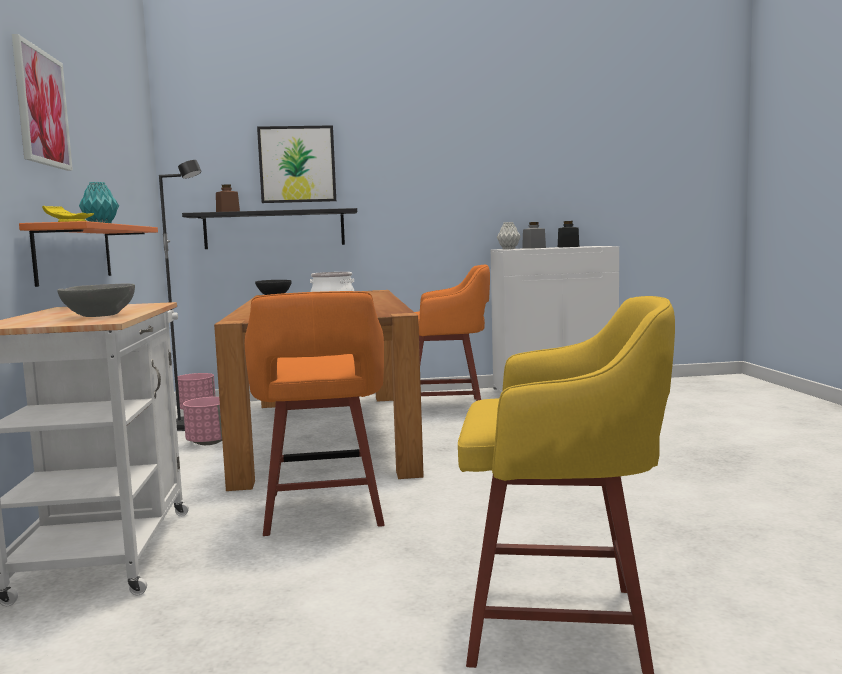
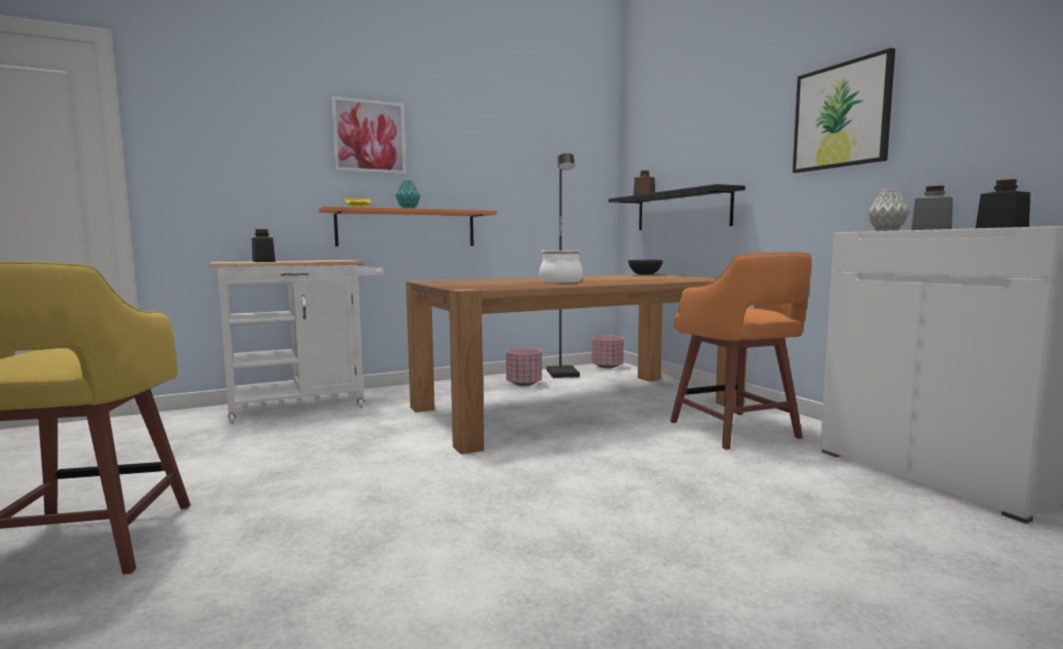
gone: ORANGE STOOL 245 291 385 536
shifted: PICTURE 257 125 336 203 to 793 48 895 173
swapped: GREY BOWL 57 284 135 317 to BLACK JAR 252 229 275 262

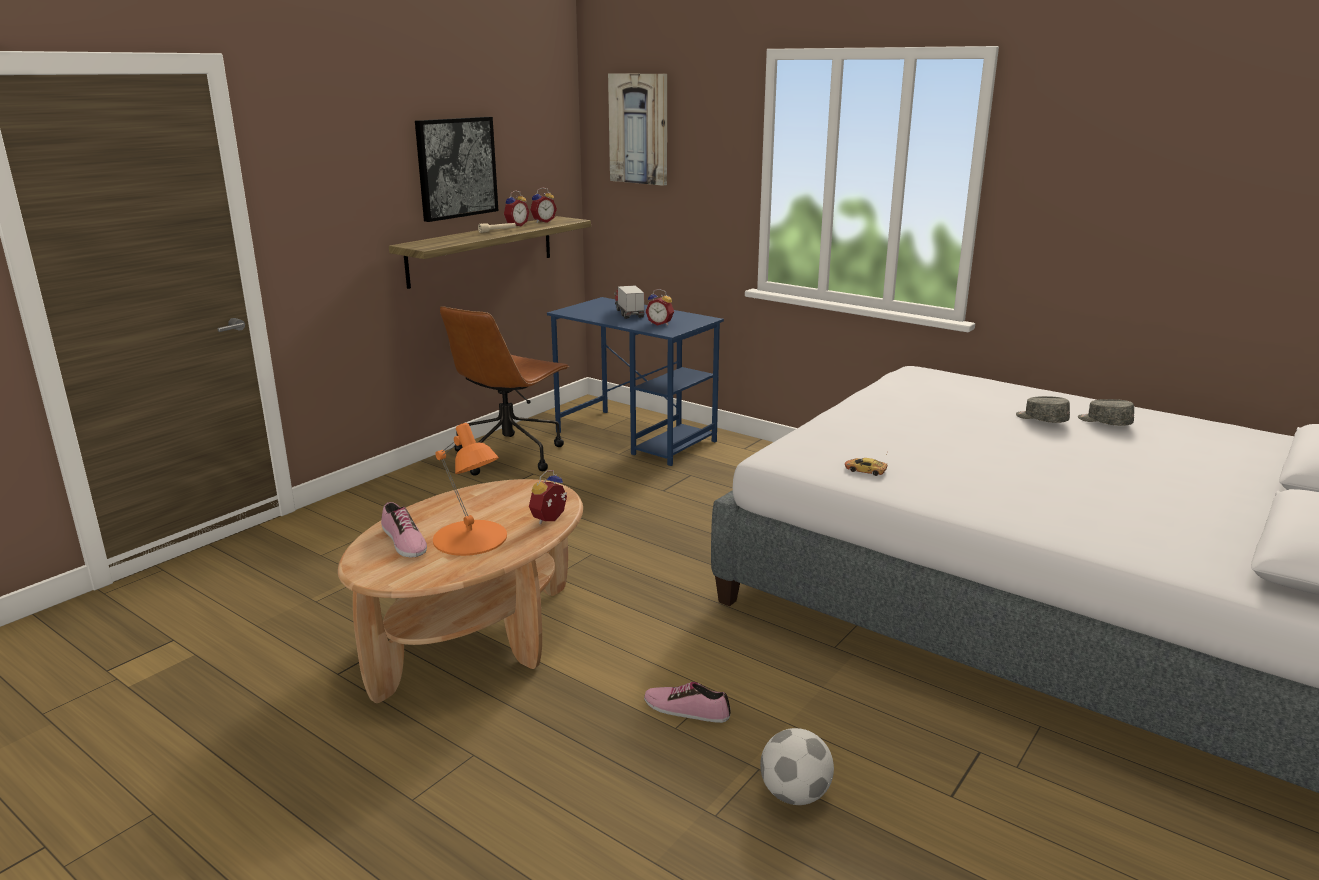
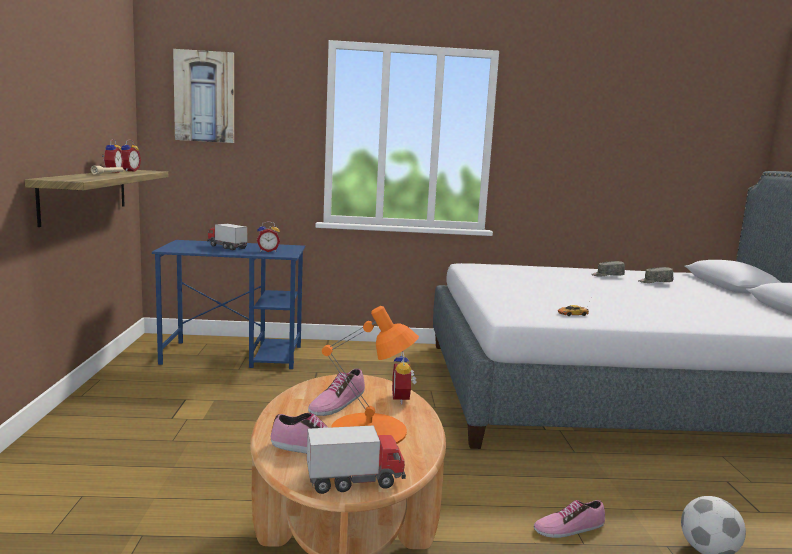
gone: PICTURE 415 117 498 222; BROWN OFFICE CHAIR 440 306 570 476
new: TOY TRUCK 307 425 406 494; SHOE 308 368 365 416
shifted: GREY CAP 1016 396 1070 423 to 638 267 673 283

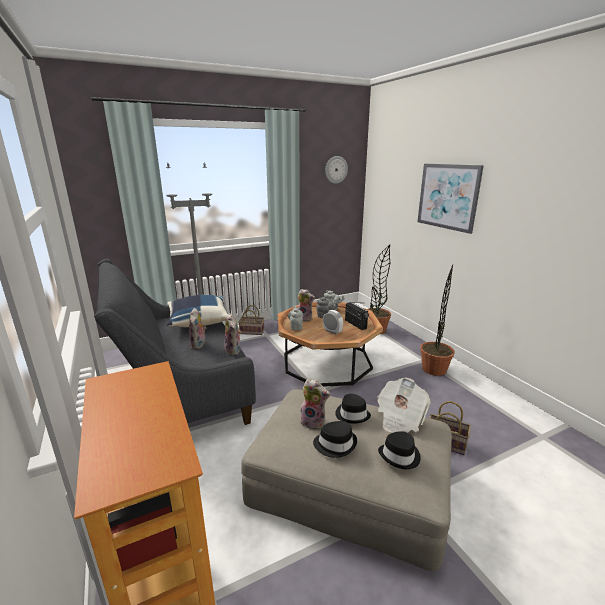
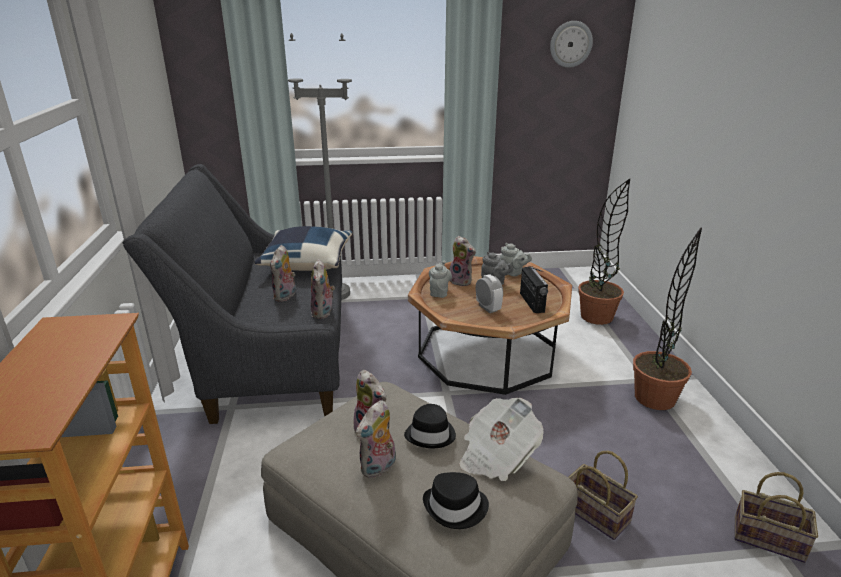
gone: PICTURE 418 164 484 234
shifted: BASKET 239 305 264 335 to 734 472 818 563
swapped: BLACK HAT 313 421 357 458 to PLUSH TOY 356 400 396 478

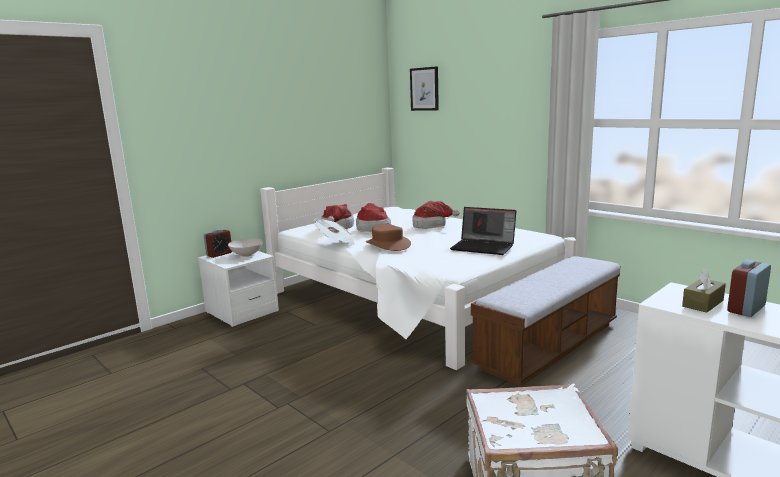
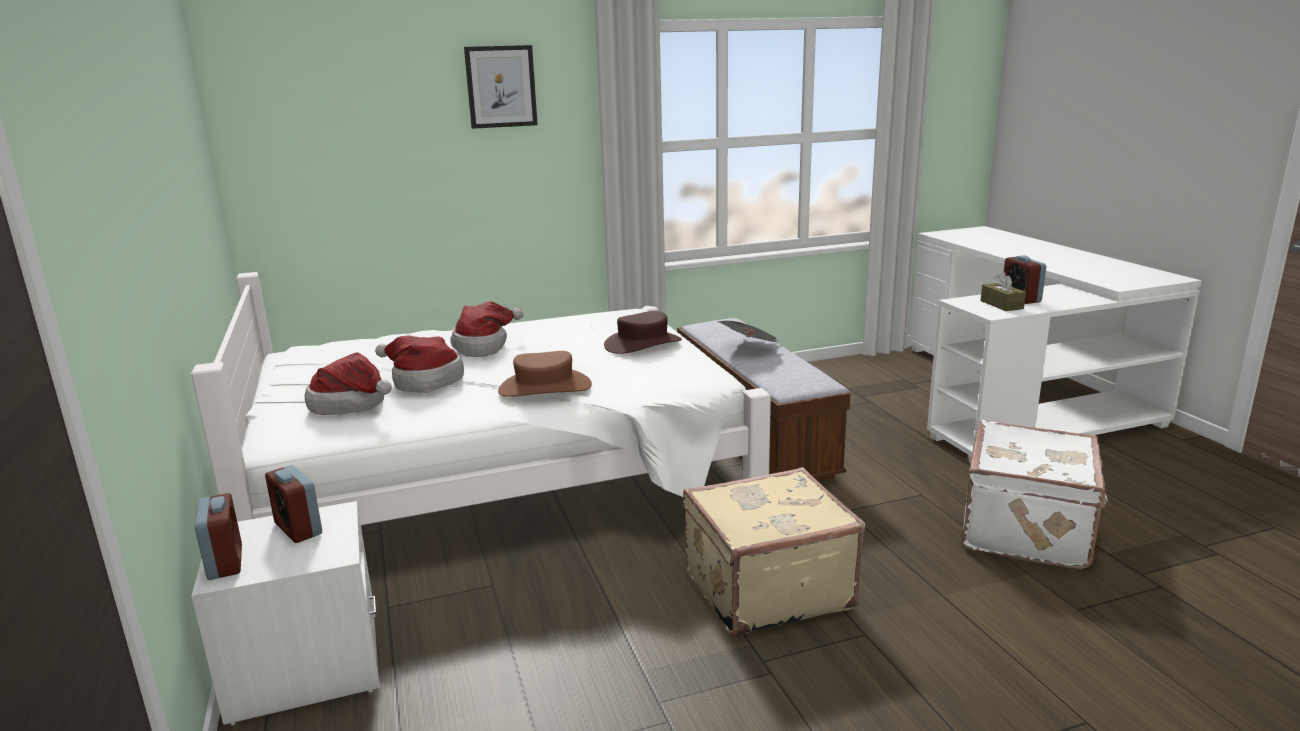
new: BEIGE SUITCASE 683 467 865 637
shifted: NEWSPAPER 314 219 355 245 to 717 321 779 342; PICTURE 410 66 439 111 to 464 45 538 129
swapped: WHITE BOWL 228 238 263 257 to ALARM CLOCK 265 465 322 543; LAPTOP 450 207 516 255 to BROWN HAT 604 311 682 354

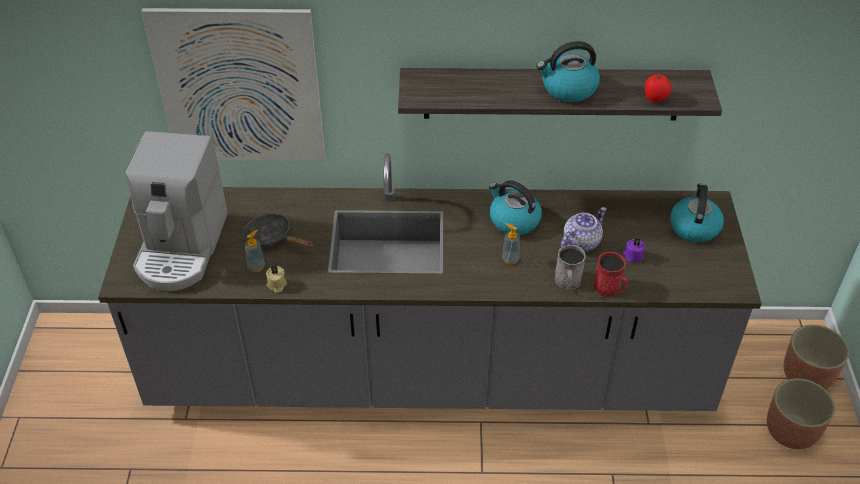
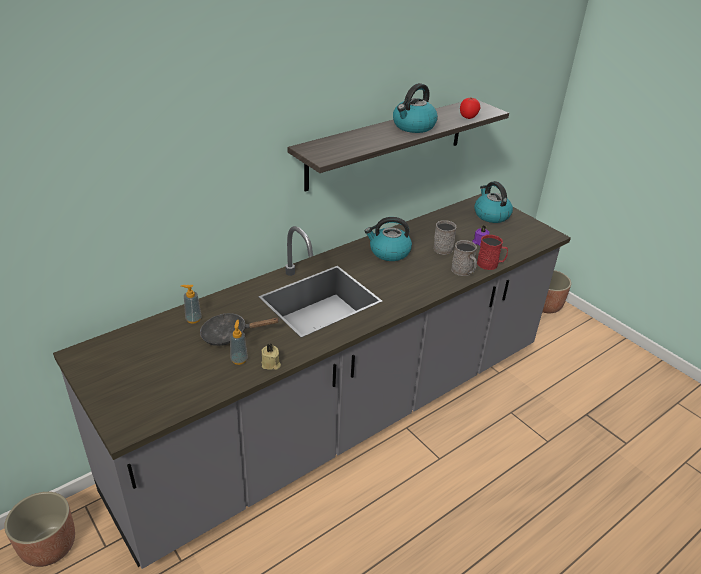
gone: COFFEE MACHINE 125 131 228 291; PICTURE 141 8 325 161
shifted: SOAP DISPENSER 502 223 520 265 to 181 285 202 324; PLANTER 767 378 835 449 to 4 492 75 567
swapped: TEAPOT 561 207 607 252 to GREY MUG 433 220 457 255

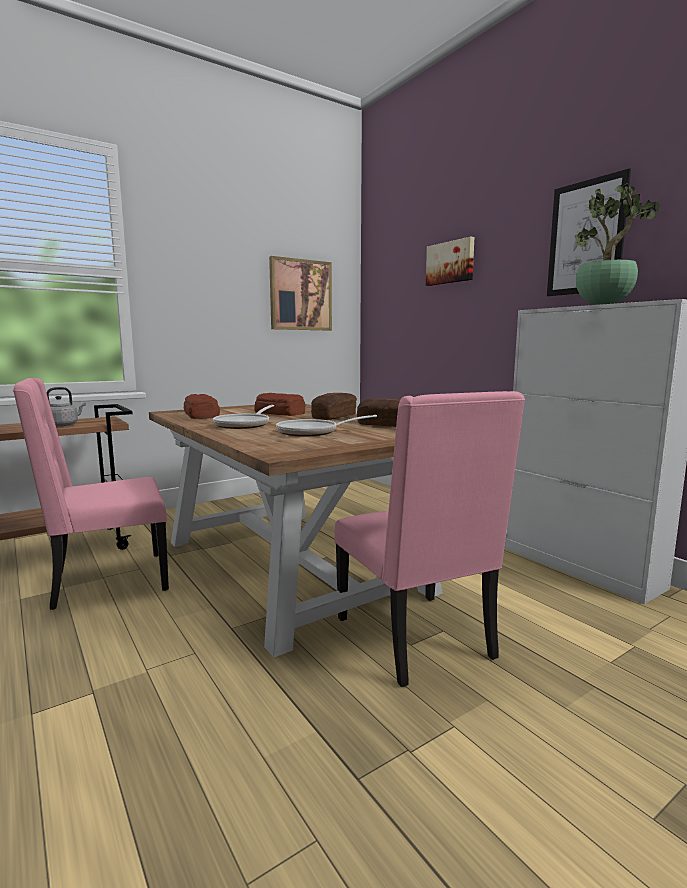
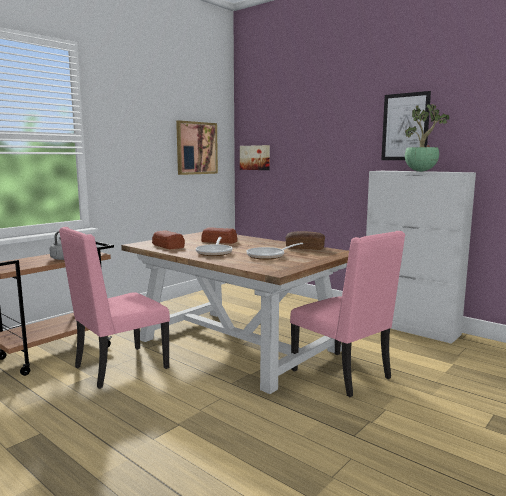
gone: BREAD 311 393 357 420
shifted: PICTURE 426 236 474 286 to 240 145 270 170

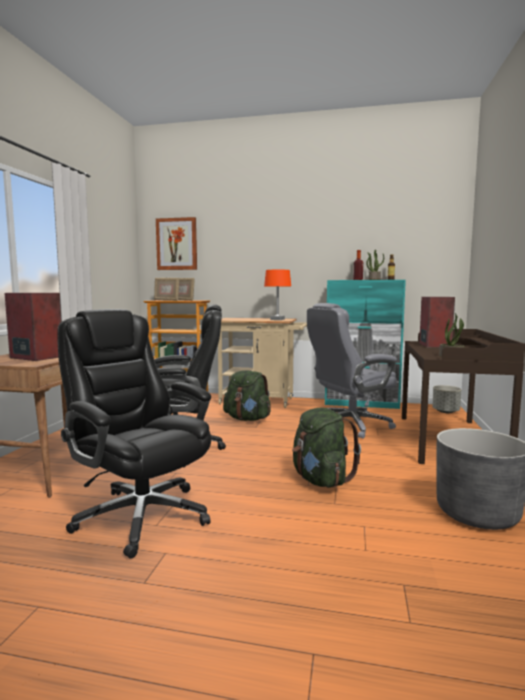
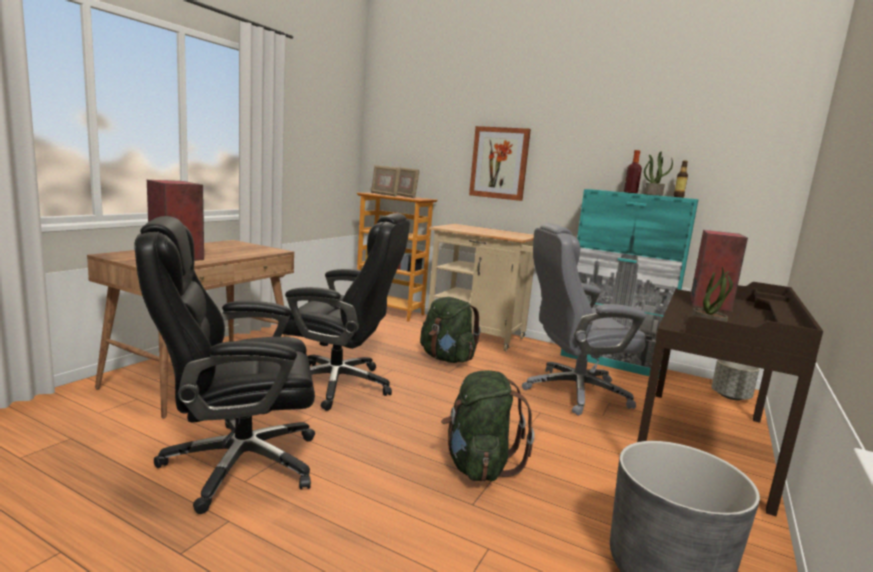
gone: ORANGE TABLE LAMP 264 270 291 320
shifted: PICTURE 156 217 197 270 to 469 126 531 201
rotated: BLACK OFFICE CHAIR 57 309 211 559 = 134 216 315 514 75 degrees counterclockwise

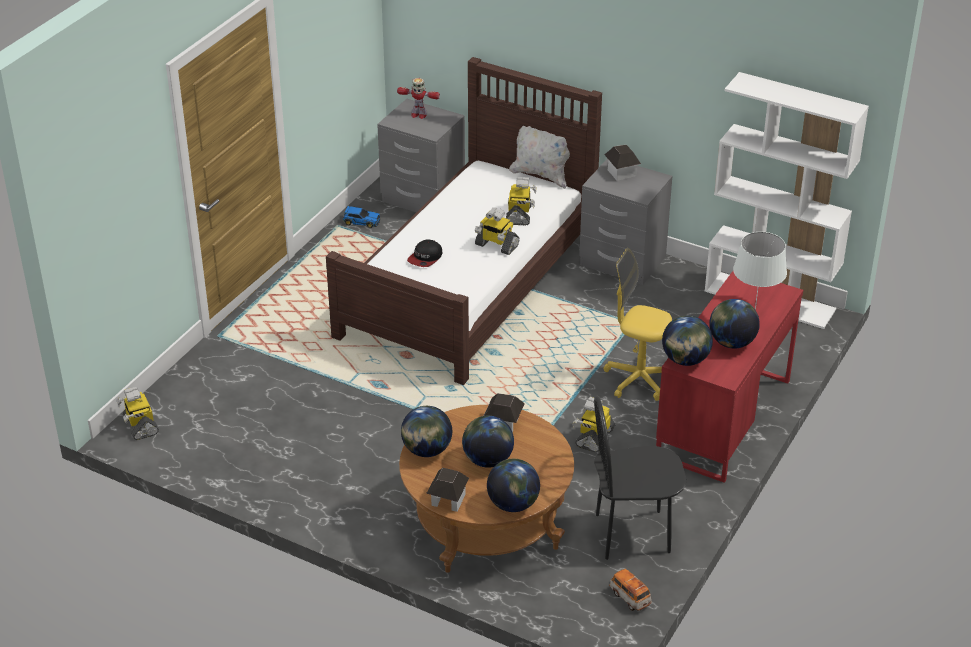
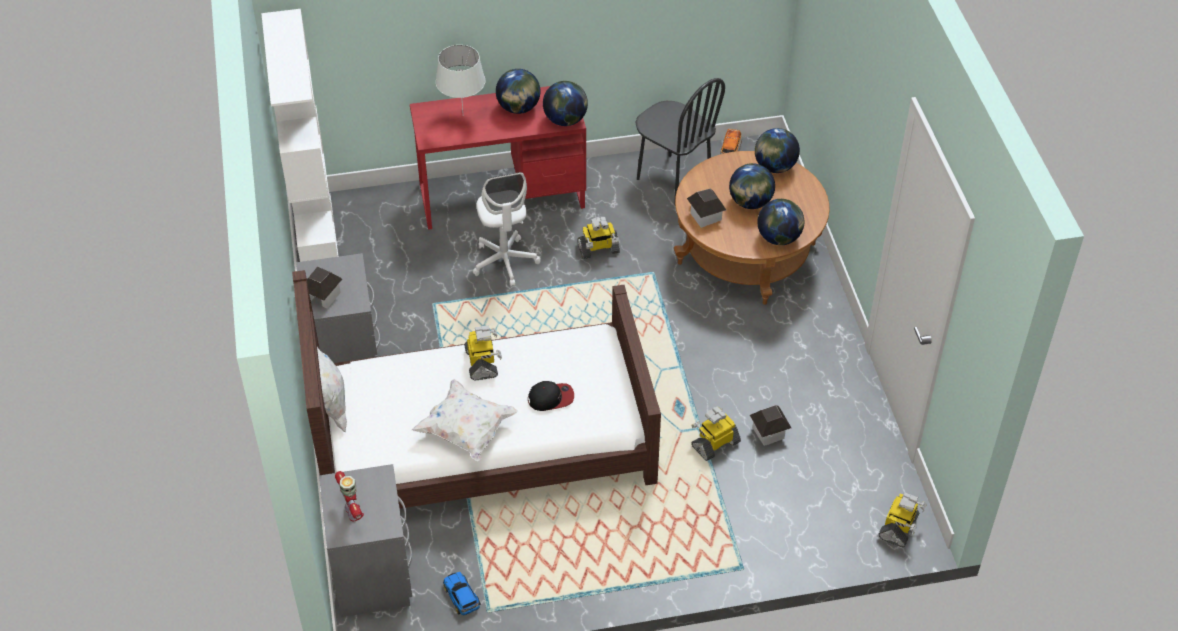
new: WHITE PILLOW 412 379 517 461
shifted: TOY HOUSE 426 468 469 512 to 750 405 791 446; TOY ROBOT 506 177 537 226 to 691 406 741 461
repainted: YELLOW OFFICE CHAIR 604 248 672 401 to WHITE OFFICE CHAIR 473 172 541 287

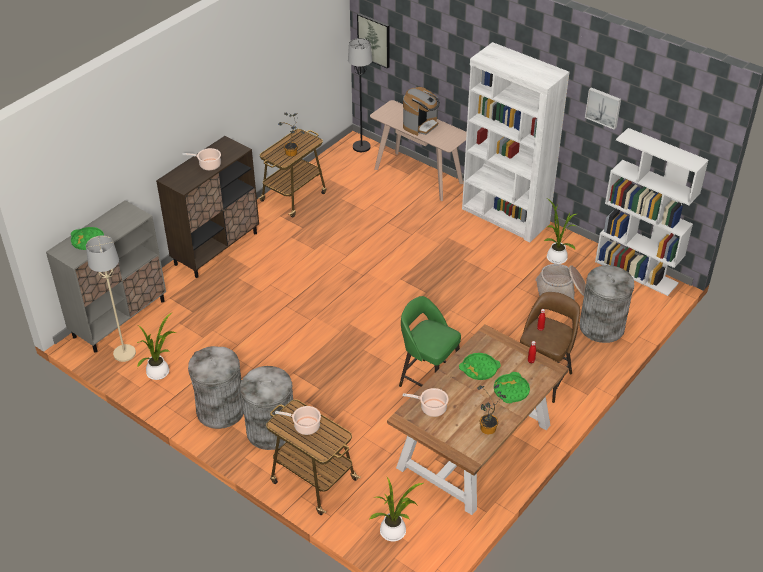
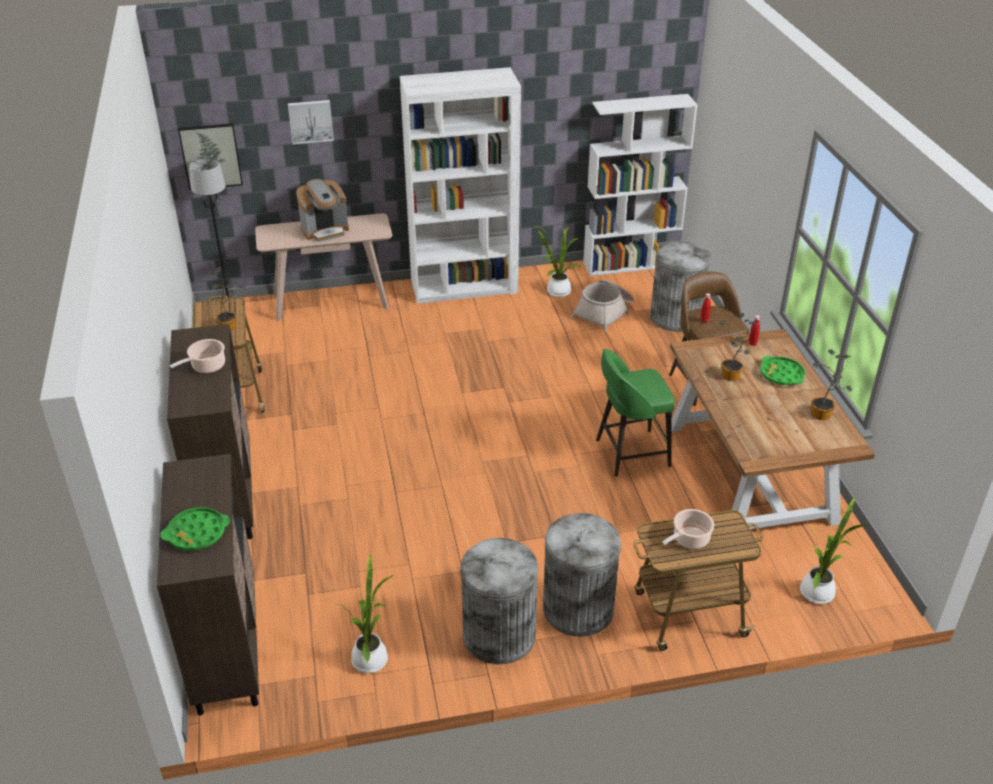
gone: BEIGE FLOOR LAMP 86 236 136 362; COOKING POT 403 388 449 417
shifted: PICTURE 585 88 621 130 to 288 100 334 144
swapped: GREEN TRAY 459 353 501 380 to POTTED PLANT 719 313 758 381
repainted: GREY CABINET 46 200 166 352 to BROWN CABINET 157 454 259 716
rotated: COFFEE MACHINE 403 87 440 136 = 296 179 349 242 75 degrees clockwise

